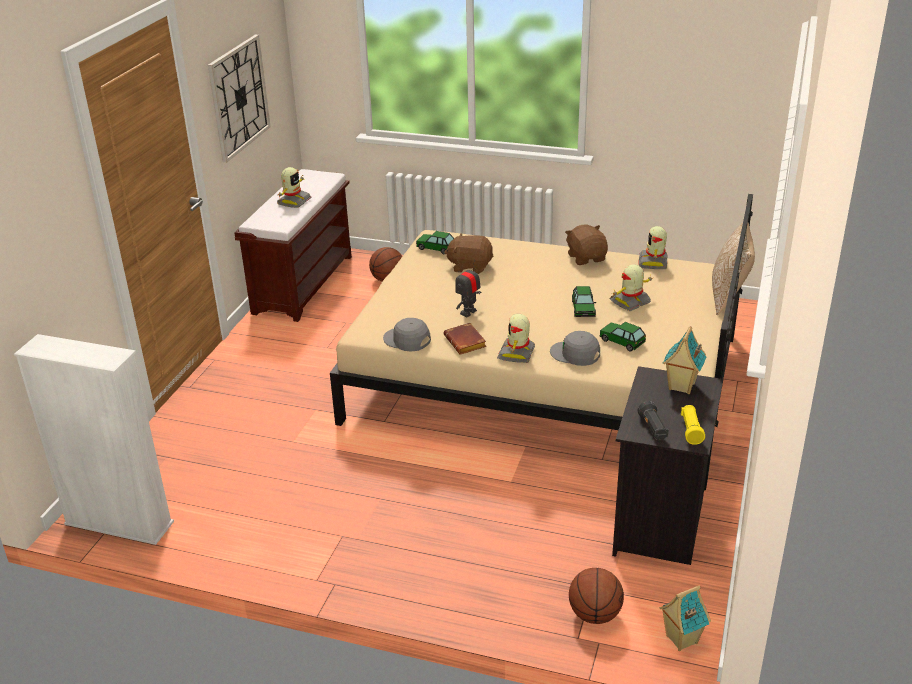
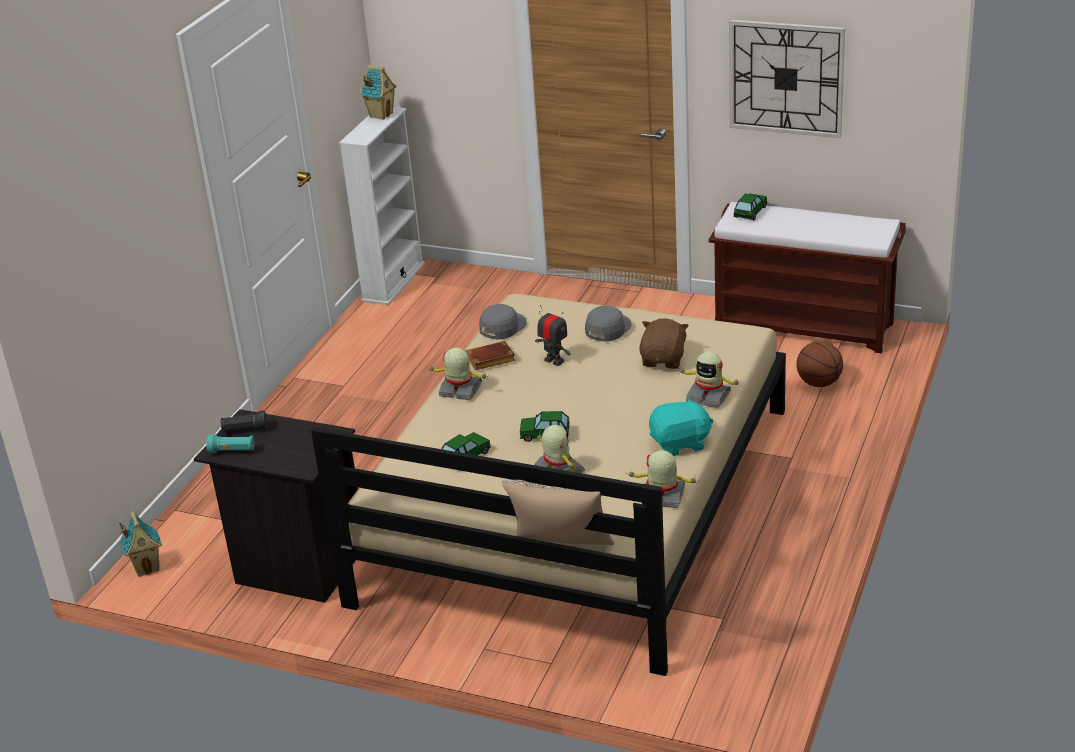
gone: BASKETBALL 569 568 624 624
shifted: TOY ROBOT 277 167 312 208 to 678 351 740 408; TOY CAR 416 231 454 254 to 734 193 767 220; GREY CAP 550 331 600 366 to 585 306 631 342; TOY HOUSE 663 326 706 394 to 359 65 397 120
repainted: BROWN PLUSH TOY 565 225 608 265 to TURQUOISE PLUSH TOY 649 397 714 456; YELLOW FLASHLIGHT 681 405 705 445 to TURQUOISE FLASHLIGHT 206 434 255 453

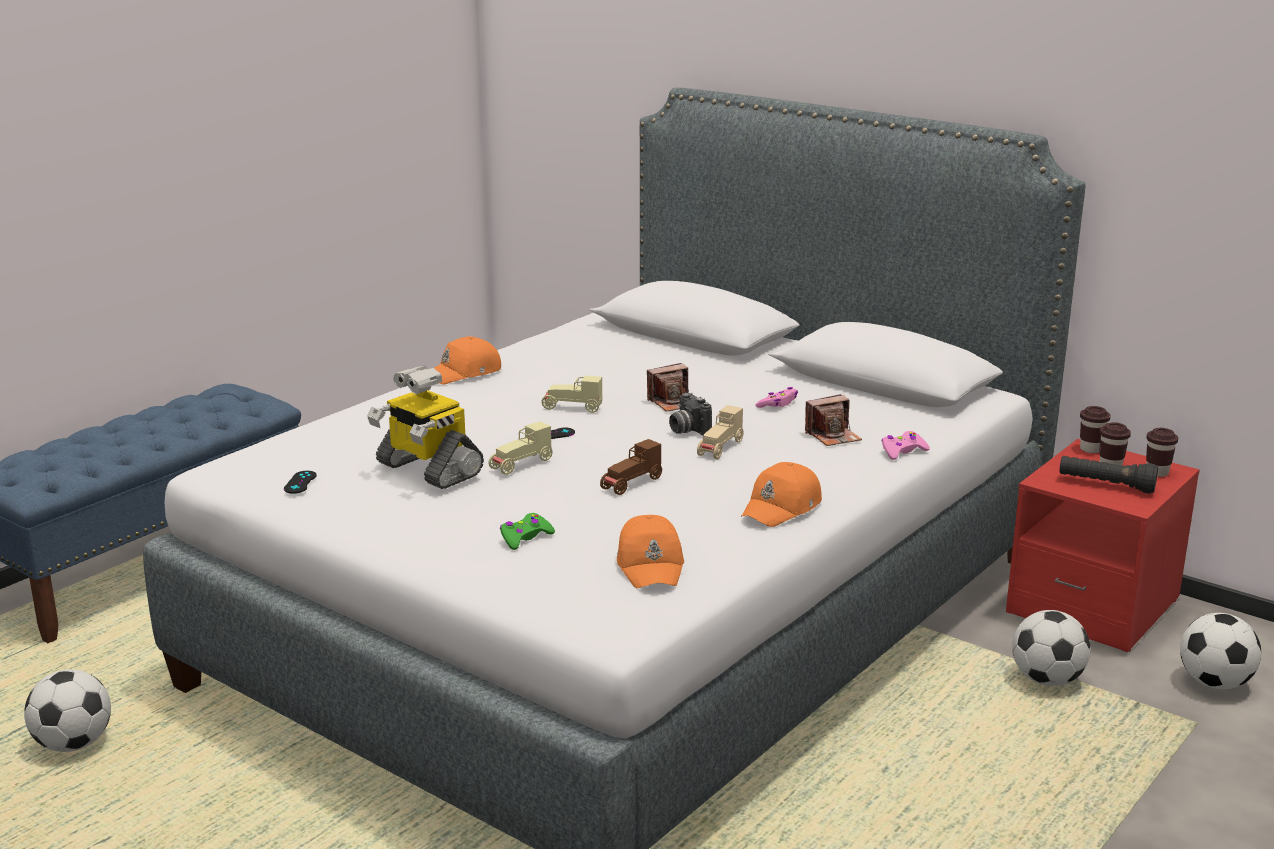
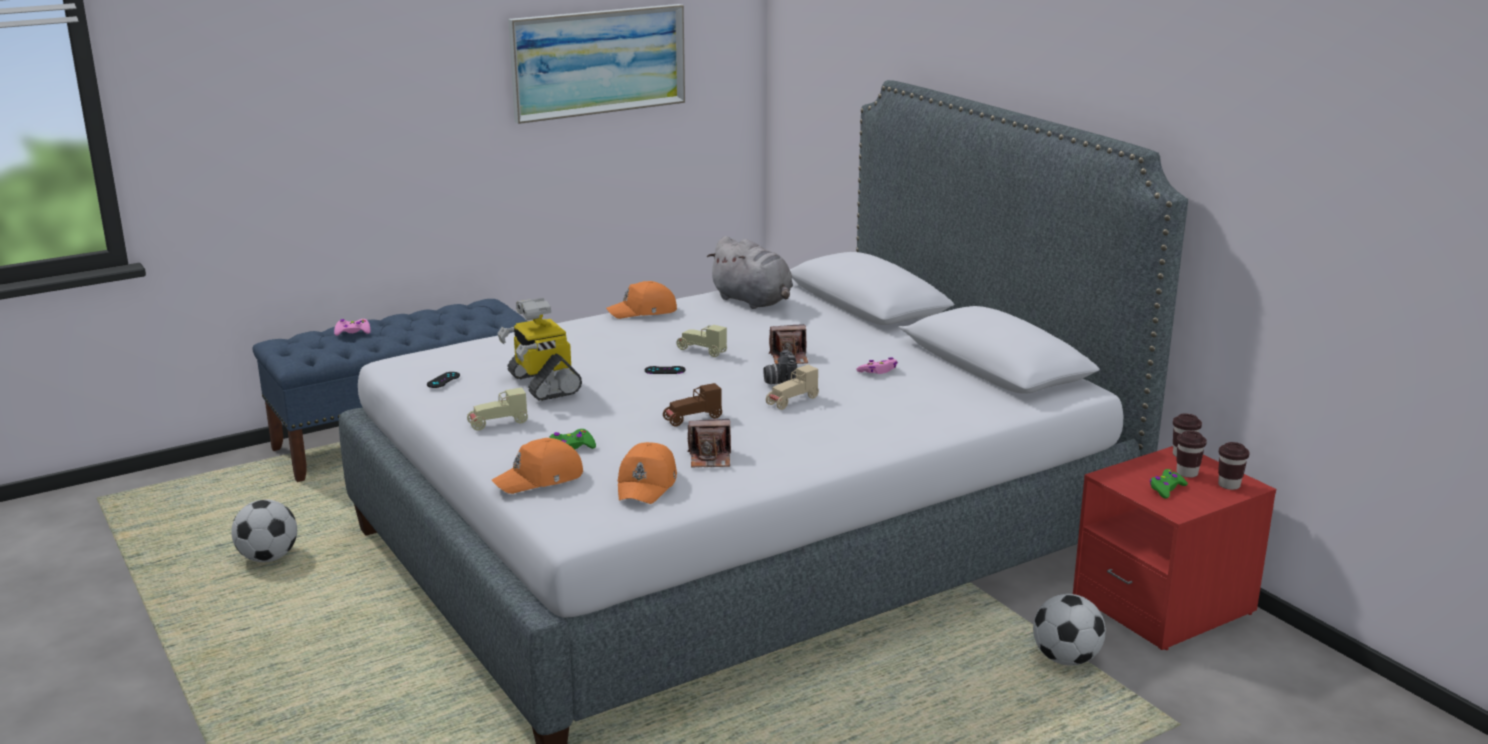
gone: FOOTBALL 1180 613 1261 689
new: PICTURE 508 4 685 124; GREY PLUSH TOY 706 236 793 309
shifted: BEIGE TOY CAR 489 421 553 475 to 467 388 528 430; ORANGE CAP 741 462 822 527 to 492 438 583 494; PHOTO CAMERA 805 394 862 446 to 687 419 731 467; PINK GAME CONTROLLER 882 431 930 460 to 334 319 371 336
swapped: BLACK FLASHLIGHT 1059 456 1158 494 to GREEN GAME CONTROLLER 1150 469 1188 499

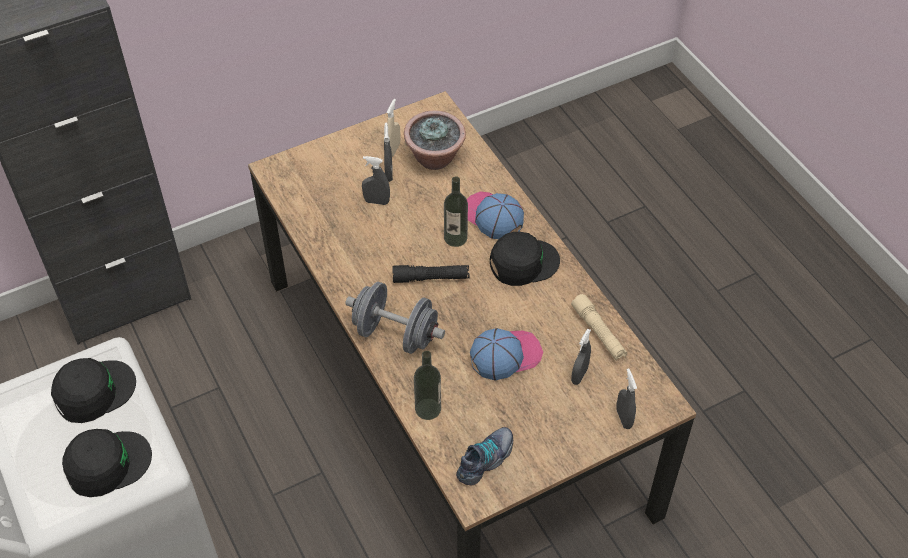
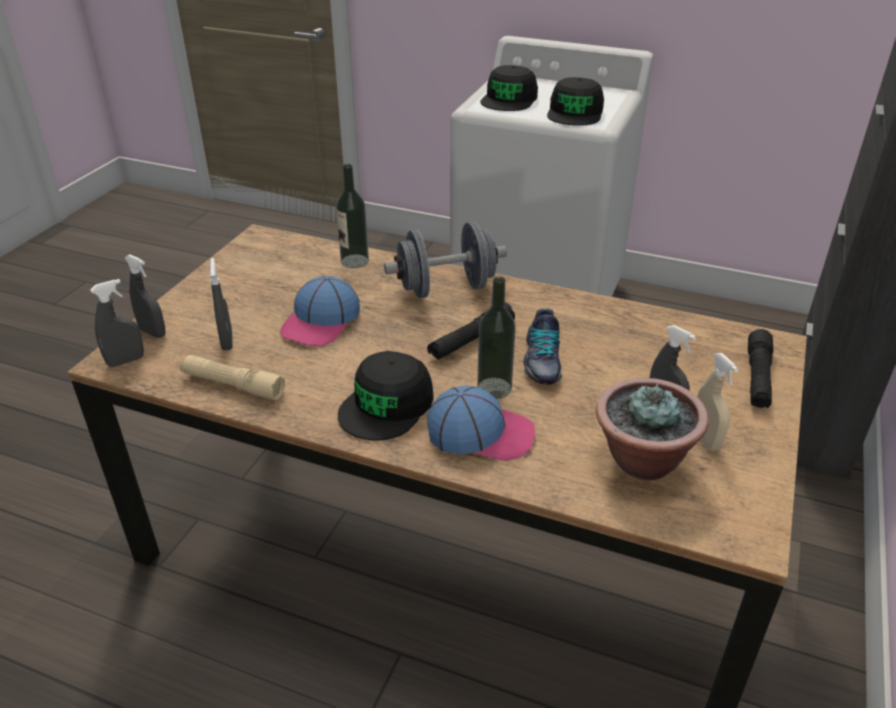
new: BLACK FLASHLIGHT 748 329 773 408
shifted: GREY SPRAY BOTTLE 362 156 390 205 to 90 279 144 367; SHOE 456 427 513 486 to 523 308 562 385

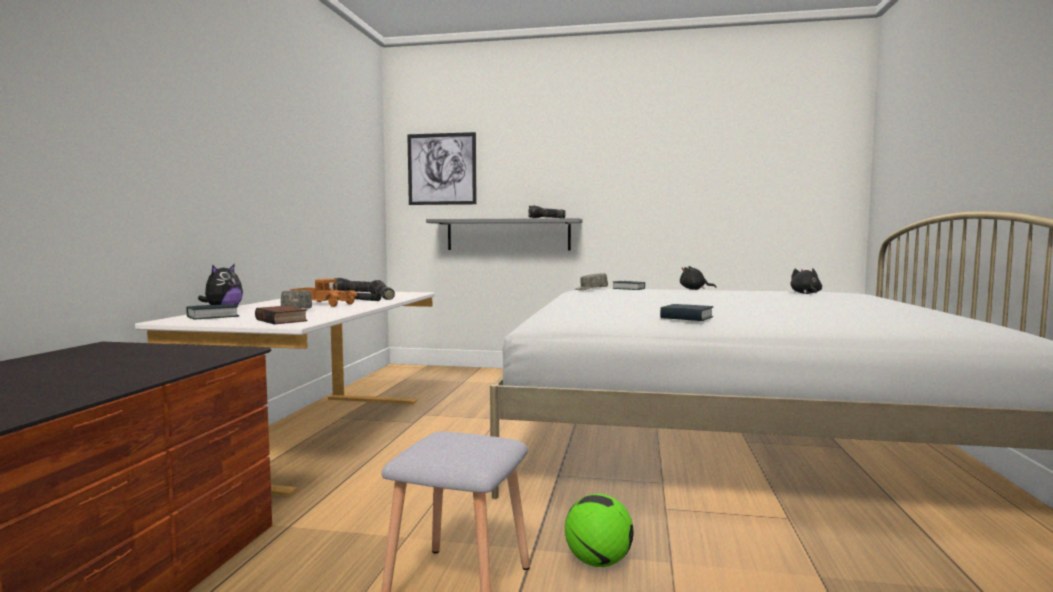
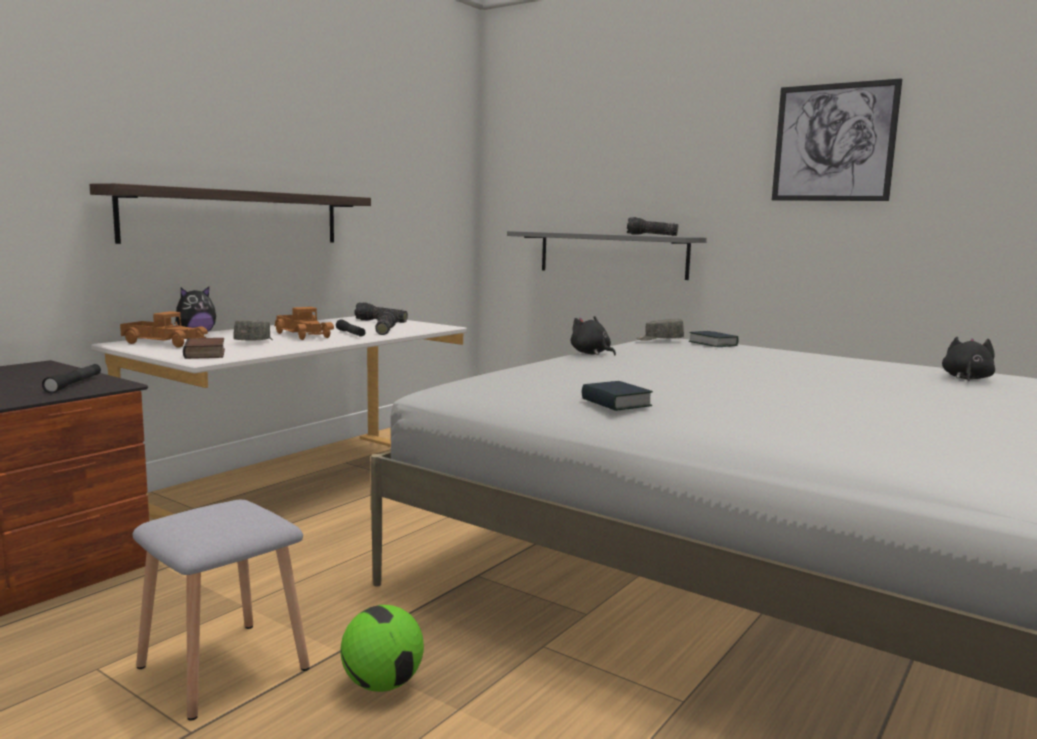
new: BLACK FLASHLIGHT 42 364 101 393; SHELF 89 183 371 244
shifted: PICTURE 407 132 477 205 to 772 78 902 201; BLACK PLUSH TOY 680 266 717 290 to 570 316 616 355
swapped: BOOK 186 304 239 320 to TOY TRUCK 120 311 208 348

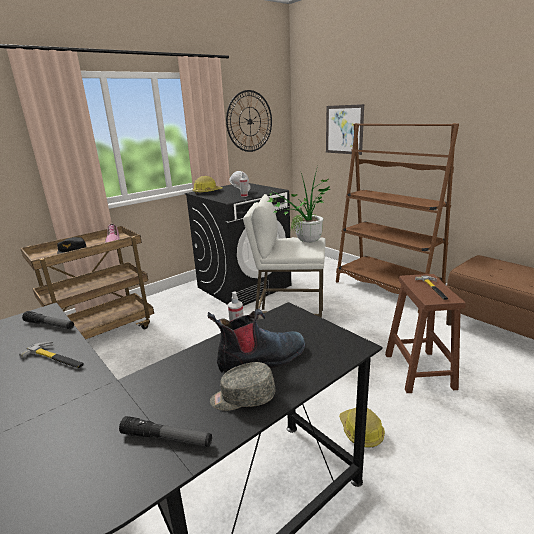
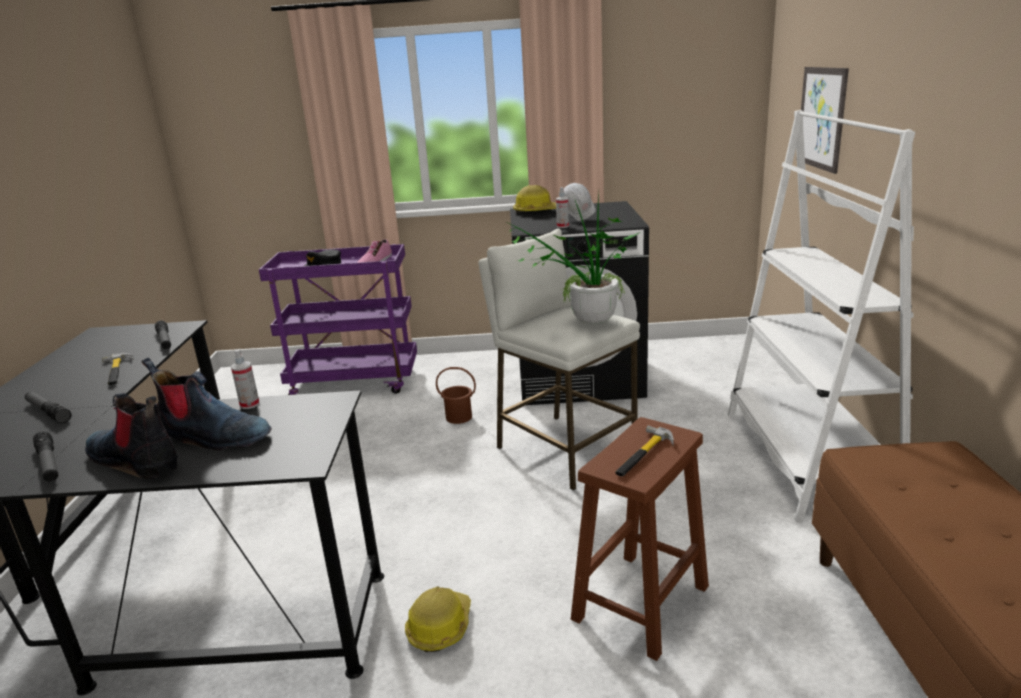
gone: WALL CLOCK 226 90 272 152
new: FLASHLIGHT 25 392 71 423; BROWN BUCKET 436 367 476 424
swapped: GREY CAP 210 362 276 411 to BOOT 85 393 178 479
repainted: BROWN CART 20 226 154 339 to PURPLE CART 259 244 417 395; BROWN BOOKCASE 336 123 459 313 to WHITE BOOKCASE 728 110 915 523

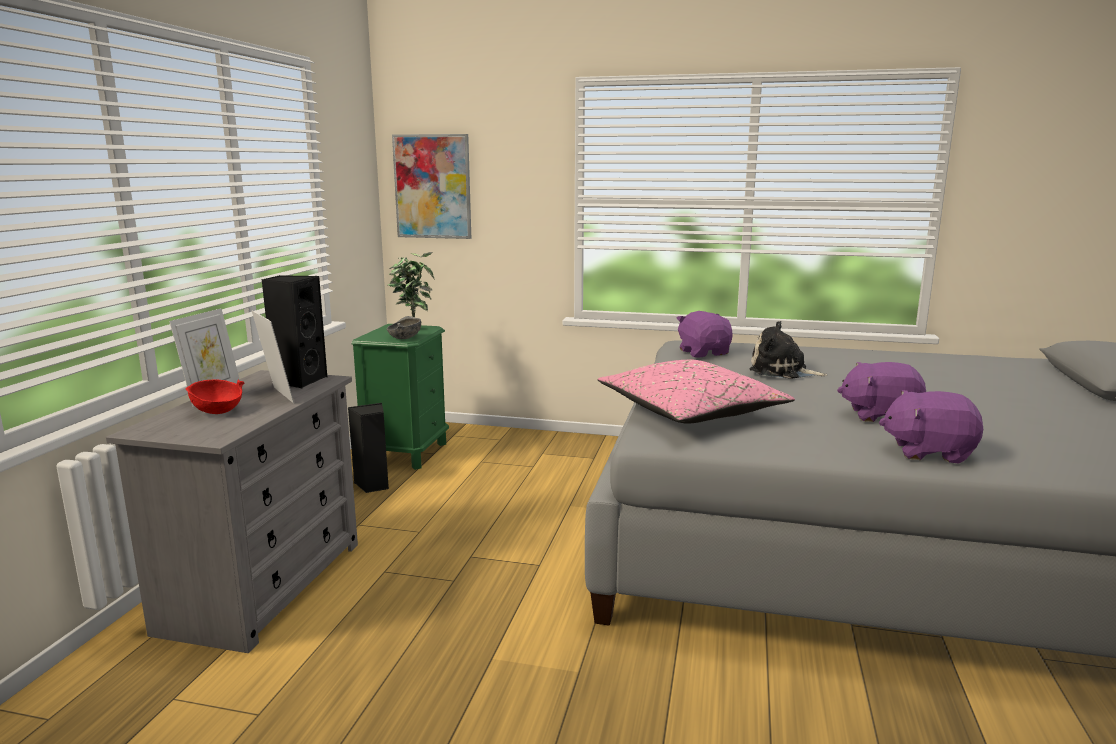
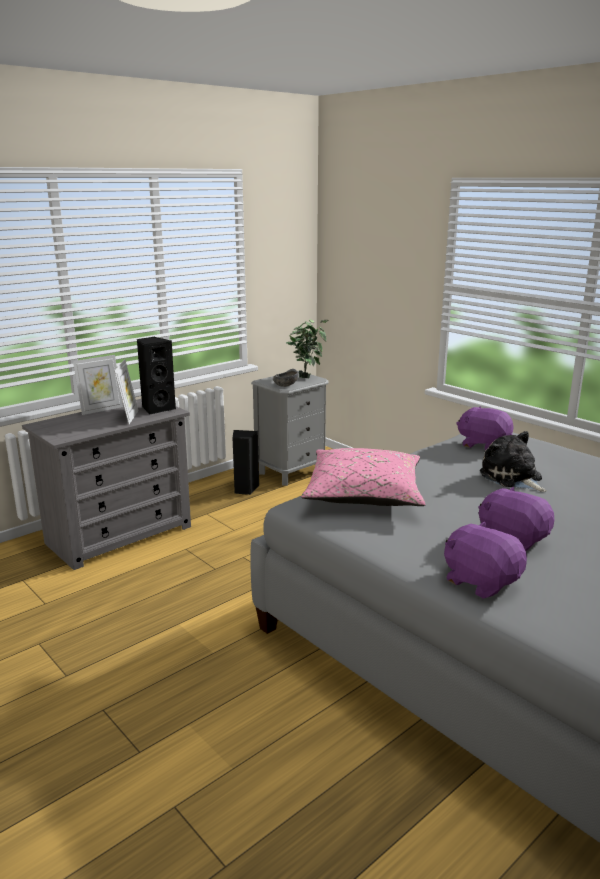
gone: RED BOWL 186 379 245 414; PICTURE 392 134 471 239
repainted: GREEN NIGHTSTAND 352 324 449 470 to GREY NIGHTSTAND 251 371 328 486
rotated: PURPLE PLUSH TOY 676 311 733 358 = 456 407 514 451 75 degrees counterclockwise

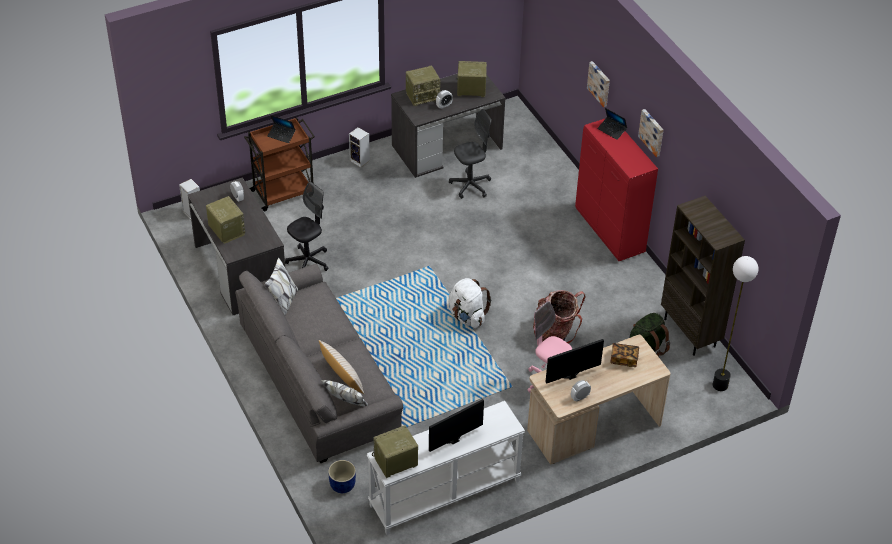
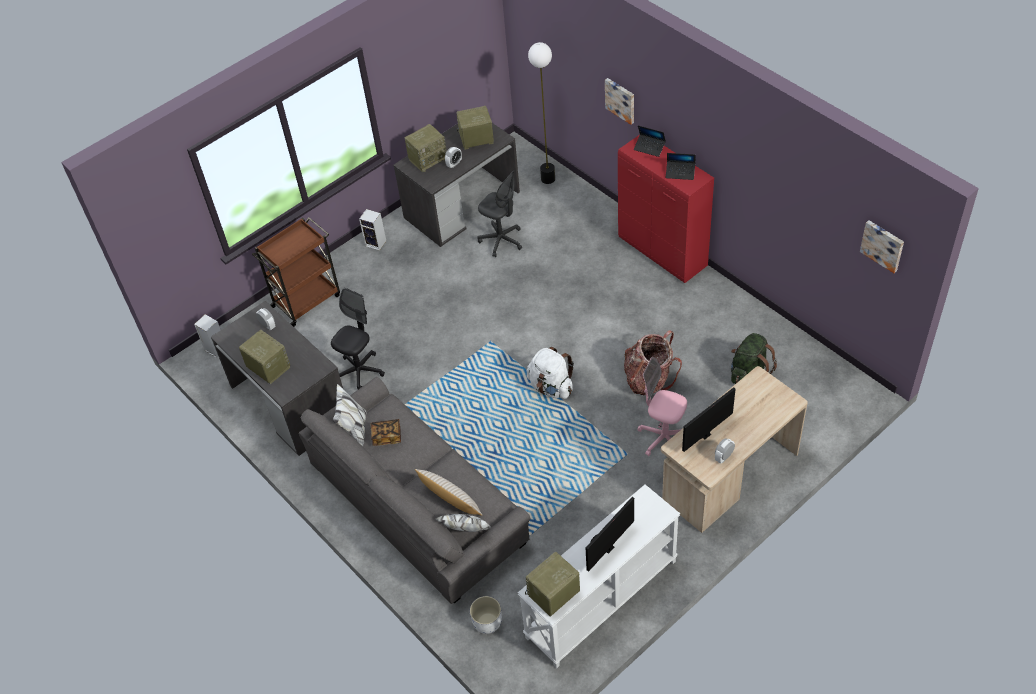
gone: BROWN BOOKCASE 661 196 745 356
shifted: LAPTOP 268 115 296 143 to 666 153 696 180; BOOK 610 343 639 367 to 371 419 401 446; PICTURE 638 109 663 157 to 860 220 904 273; FLOOR LAMP 713 256 759 391 to 528 42 555 184
repainted: BLUE PLANTER 328 460 356 493 to WHITE PLANTER 470 596 502 634
rotated: GREY OFFICE CHAIR 449 109 492 199 = 477 171 522 257 75 degrees clockwise

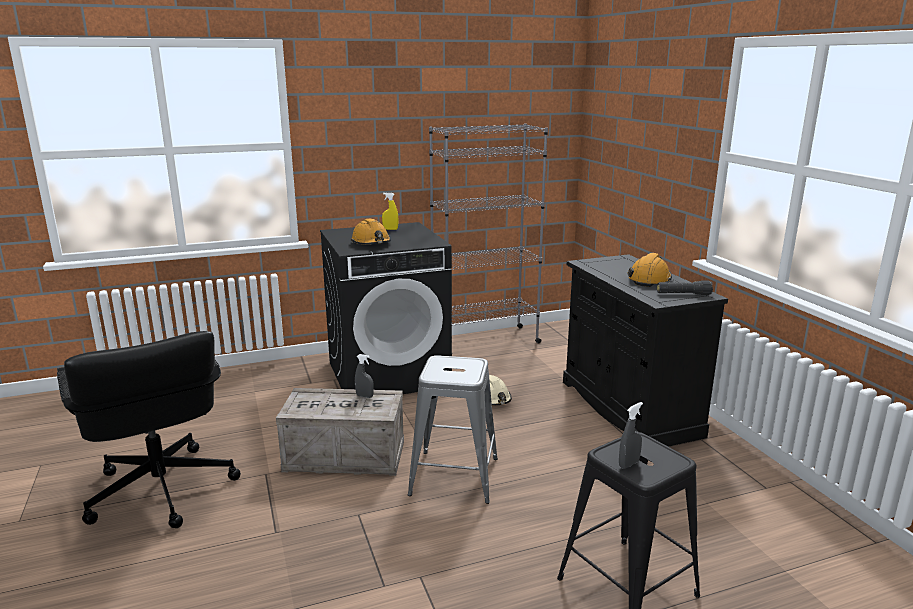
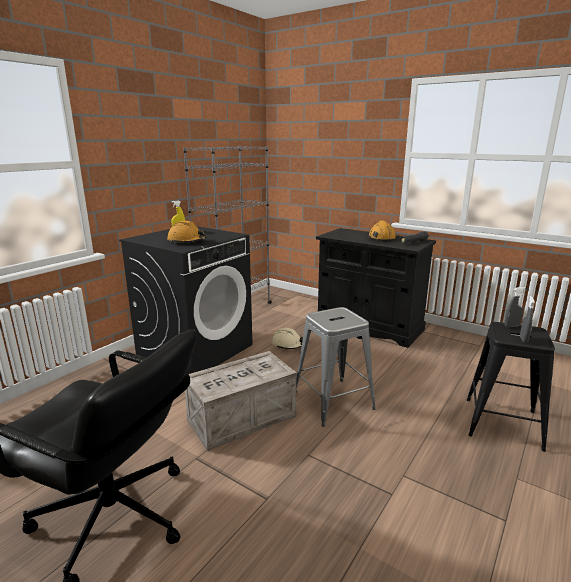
shifted: GREY SPRAY BOTTLE 355 354 374 398 to 505 287 526 327

